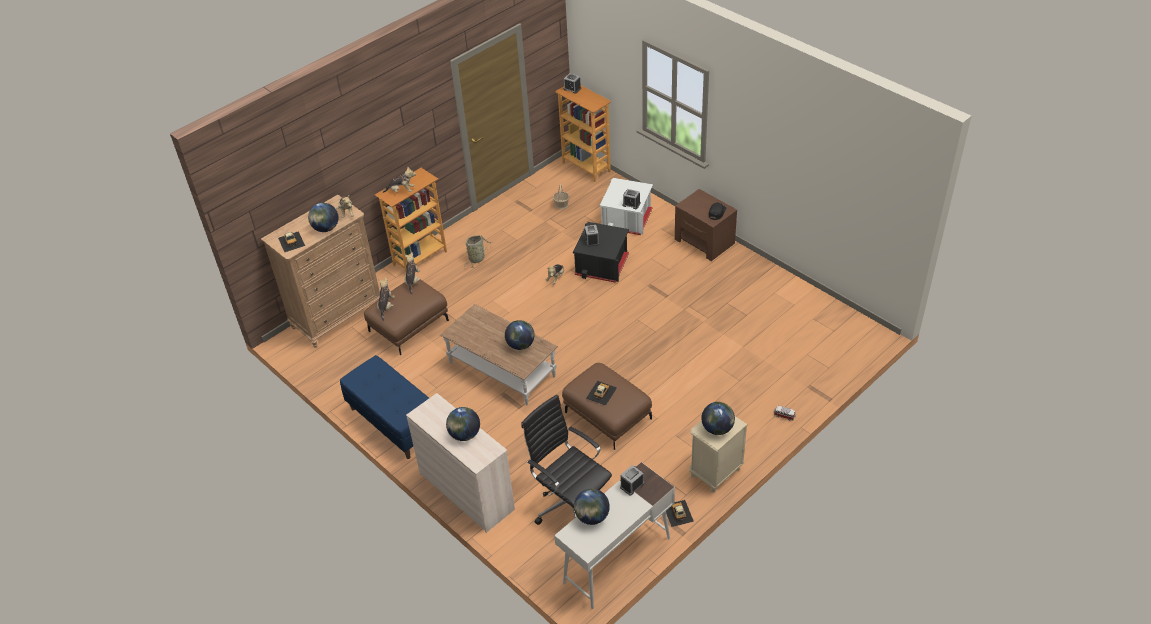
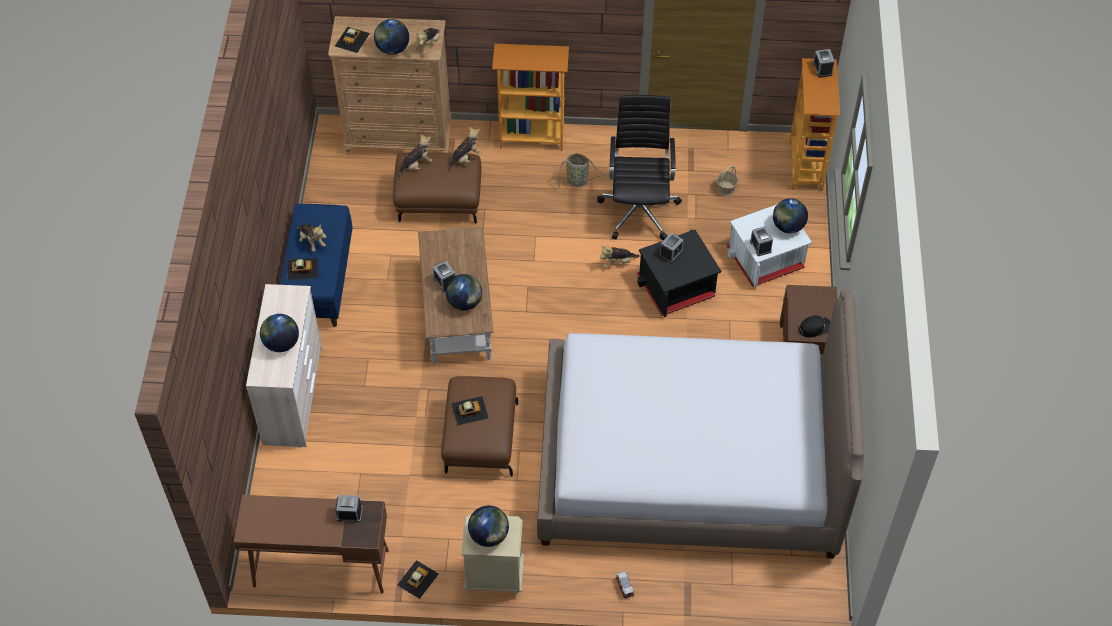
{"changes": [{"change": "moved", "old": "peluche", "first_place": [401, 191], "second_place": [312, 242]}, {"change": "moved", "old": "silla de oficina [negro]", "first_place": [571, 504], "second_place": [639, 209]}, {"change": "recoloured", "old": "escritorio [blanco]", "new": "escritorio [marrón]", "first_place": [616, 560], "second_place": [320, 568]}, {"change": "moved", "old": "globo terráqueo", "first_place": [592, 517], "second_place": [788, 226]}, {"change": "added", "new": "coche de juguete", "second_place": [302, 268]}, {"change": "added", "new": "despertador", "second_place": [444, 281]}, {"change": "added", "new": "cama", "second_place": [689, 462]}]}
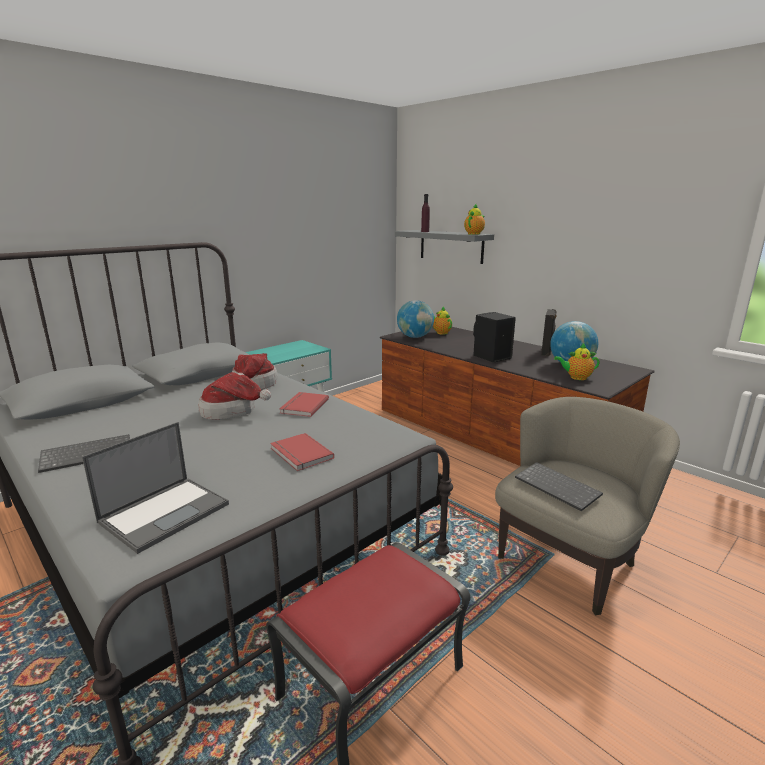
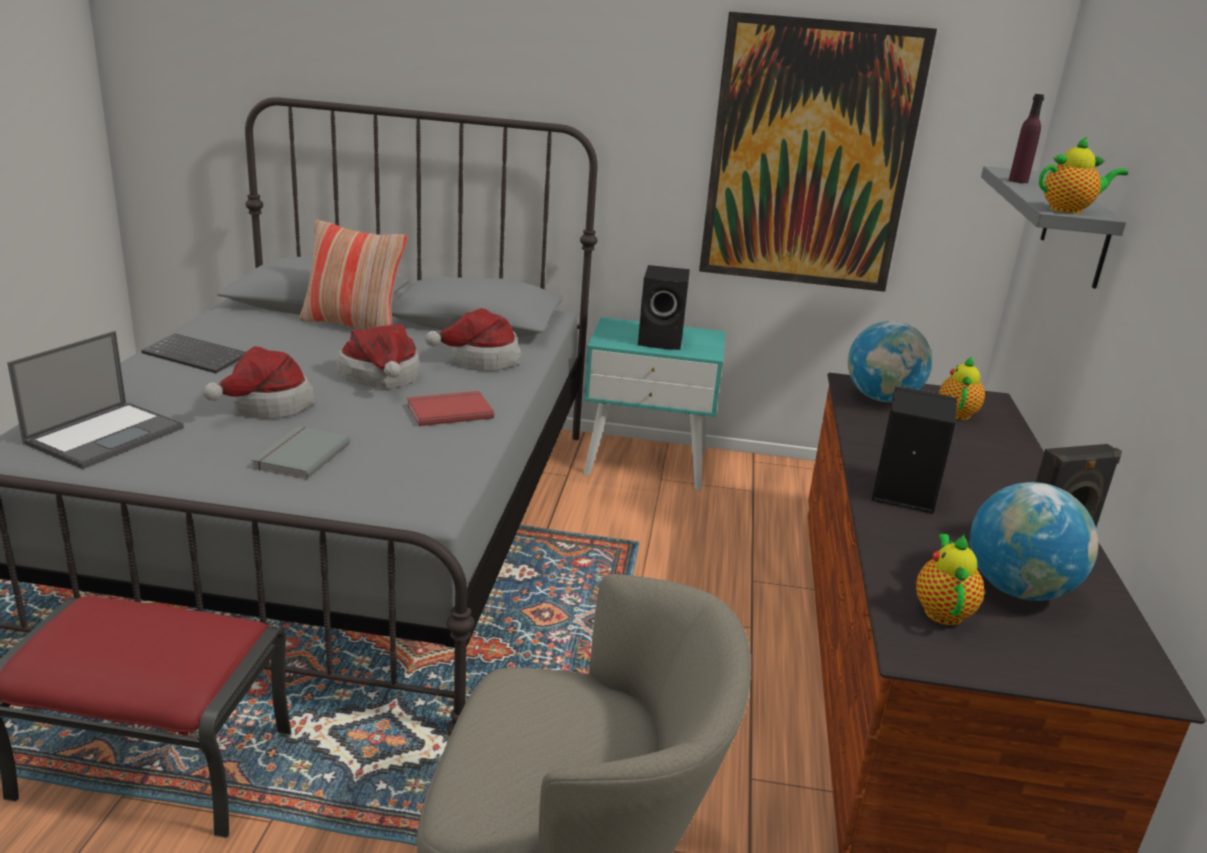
{"changes": [{"change": "turned", "old": "portátil", "first_place": [165, 512], "second_place": [106, 435], "degrees": -60}, {"change": "recoloured", "old": "libro [rojo]", "new": "libro [gris]", "first_place": [300, 454], "second_place": [299, 455]}, {"change": "removed", "old": "teclado", "first_place": [558, 487]}, {"change": "turned", "old": "tetera", "first_place": [576, 377], "second_place": [942, 610], "degrees": 45}, {"change": "added", "new": "sombrero", "second_place": [266, 405]}, {"change": "added", "new": "cojín", "second_place": [353, 325]}, {"change": "added", "new": "altavoz [negro]", "second_place": [662, 340]}, {"change": "added", "new": "cuadro", "second_place": [810, 156]}]}
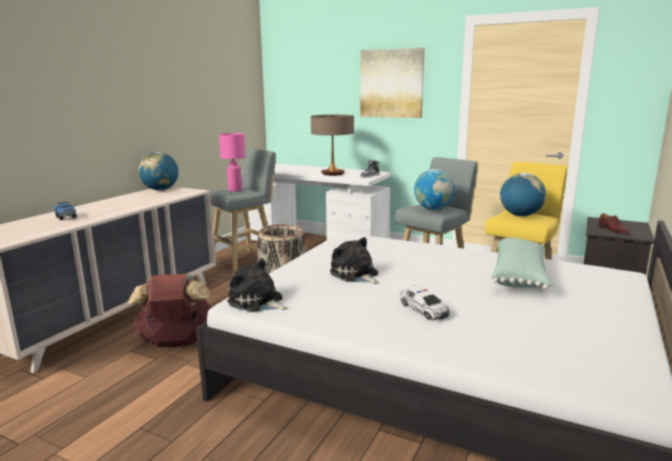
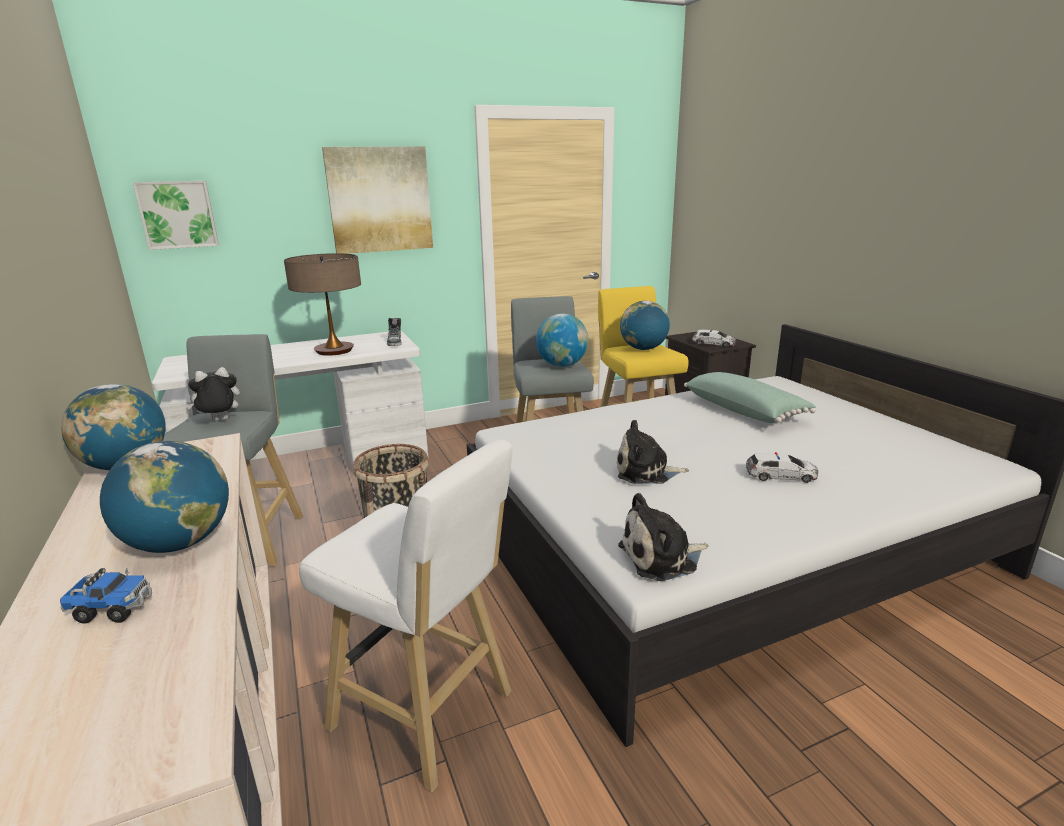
{"changes": [{"change": "replaced", "old": "mochila [marrón]", "new": "taburete [blanco]", "first_place": [177, 343], "second_place": [427, 714]}, {"change": "replaced", "old": "lámpara de mesa [rosa]", "new": "peluche", "first_place": [234, 190], "second_place": [219, 421]}, {"change": "replaced", "old": "zapato [marrón]", "new": "coche de juguete", "first_place": [612, 230], "second_place": [713, 344]}, {"change": "added", "new": "globo terráqueo", "second_place": [179, 543]}, {"change": "added", "new": "cuadro", "second_place": [178, 214]}]}
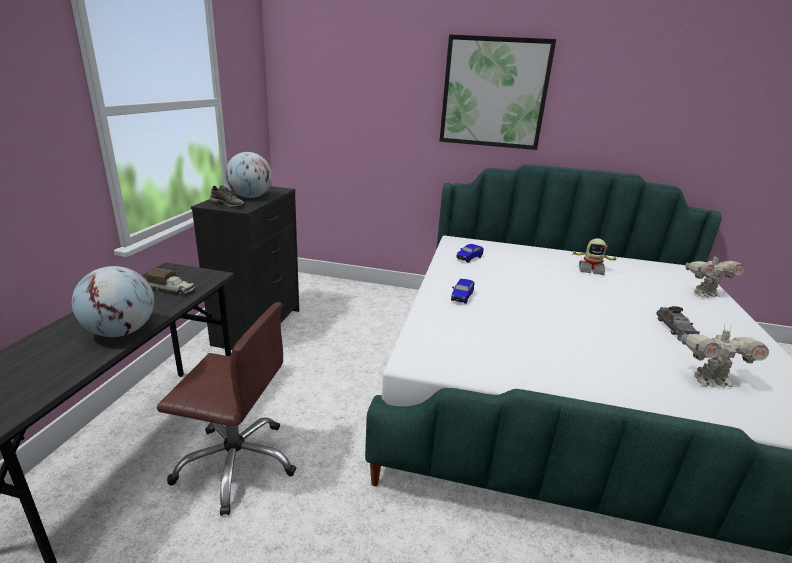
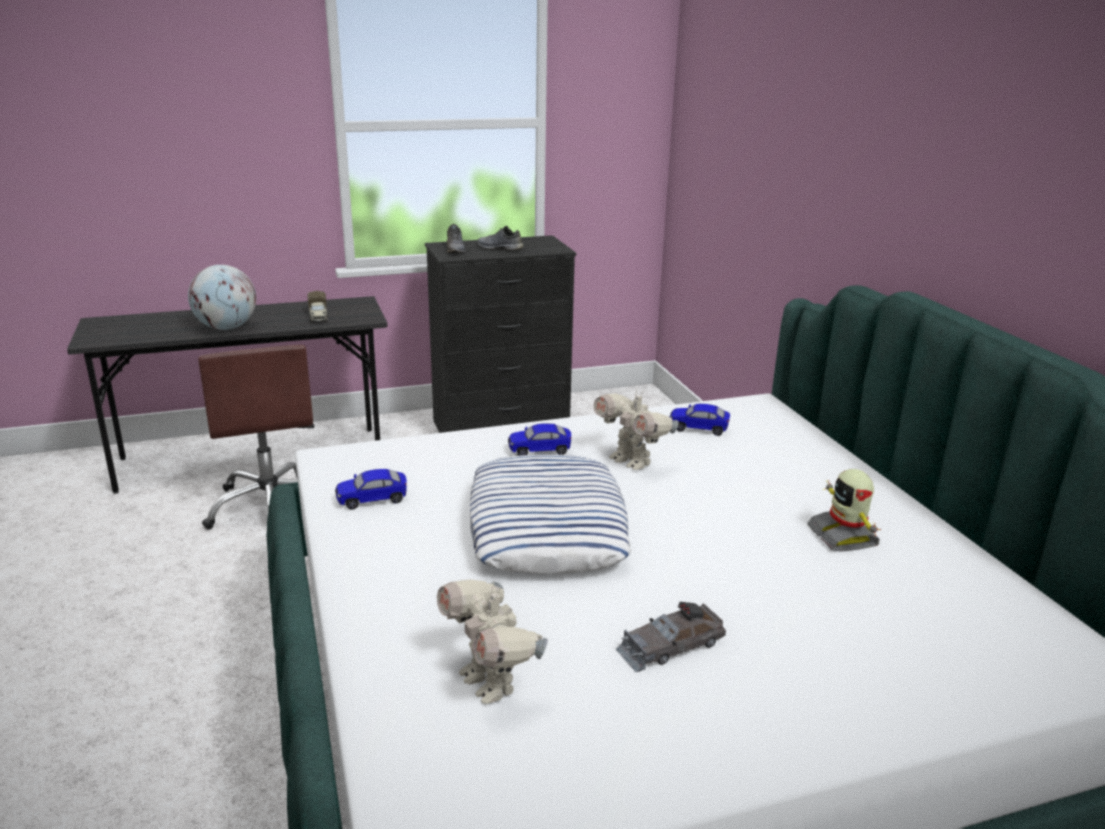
{"changes": [{"change": "replaced", "old": "globo terráqueo", "new": "zapato [gris]", "first_place": [250, 197], "second_place": [499, 248]}, {"change": "removed", "old": "cuadro", "first_place": [494, 93]}, {"change": "moved", "old": "robot de juguete", "first_place": [704, 294], "second_place": [632, 461]}, {"change": "added", "new": "coche de juguete", "second_place": [372, 500]}, {"change": "added", "new": "cojín", "second_place": [547, 526]}]}
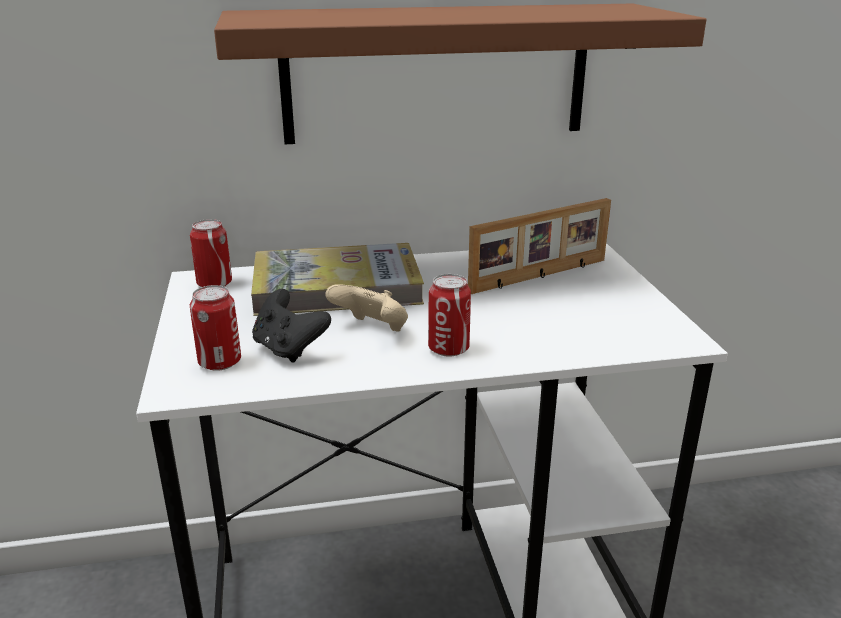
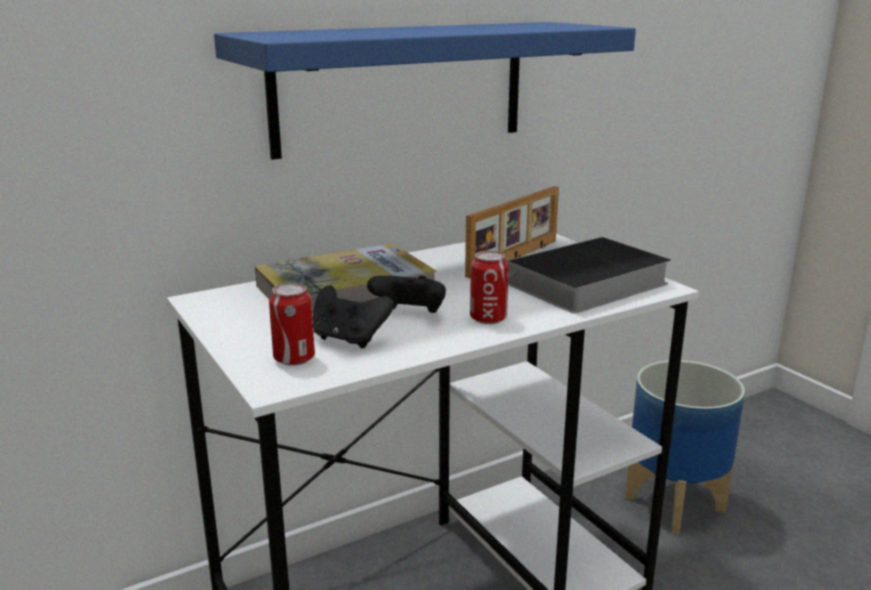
{"changes": [{"change": "removed", "old": "lata", "first_place": [214, 284]}, {"change": "recoloured", "old": "estante [marrón]", "new": "estante [azul]", "first_place": [436, 73], "second_place": [401, 87]}, {"change": "recoloured", "old": "mando de consola [beis]", "new": "mando de consola [negro]", "first_place": [372, 330], "second_place": [410, 315]}, {"change": "added", "new": "libro", "second_place": [584, 285]}, {"change": "added", "new": "maceta", "second_place": [675, 503]}]}
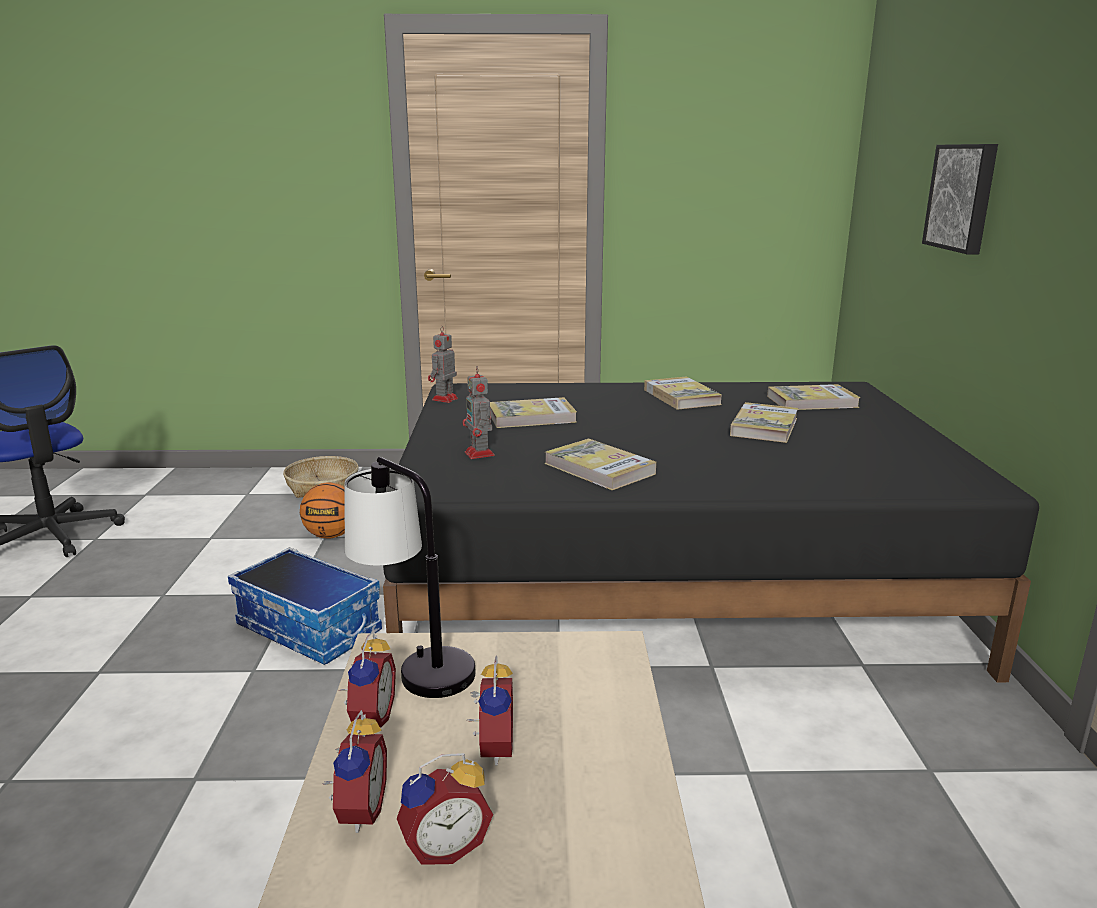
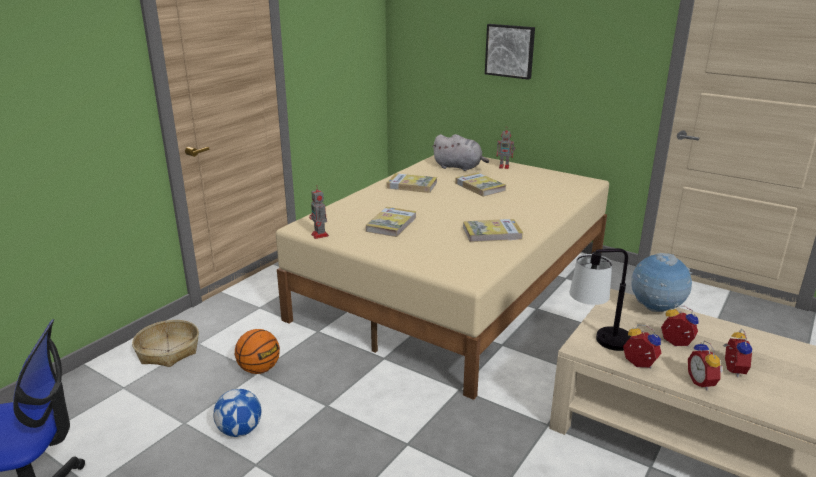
{"changes": [{"change": "removed", "old": "caja de almacenaje", "first_place": [310, 628]}, {"change": "turned", "old": "despertador", "first_place": [357, 811], "second_place": [702, 382], "degrees": -135}, {"change": "recoloured", "old": "cama [negro]", "new": "cama [beis]", "first_place": [668, 581], "second_place": [455, 287]}, {"change": "moved", "old": "robot de juguete", "first_place": [480, 454], "second_place": [504, 166]}, {"change": "replaced", "old": "libro", "new": "peluche [gris]", "first_place": [812, 401], "second_place": [459, 167]}, {"change": "added", "new": "balón de fútbol", "second_place": [240, 430]}, {"change": "added", "new": "globo terráqueo", "second_place": [655, 309]}]}
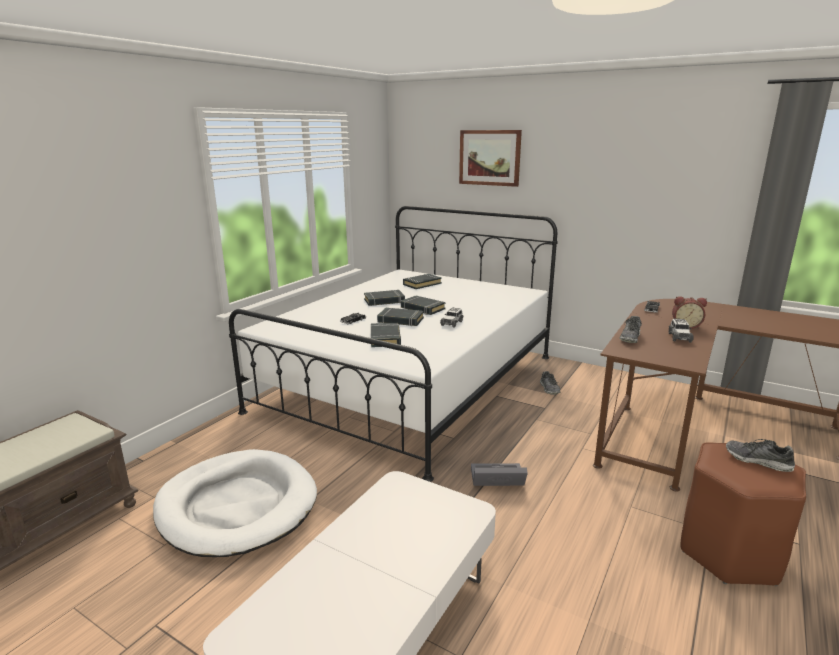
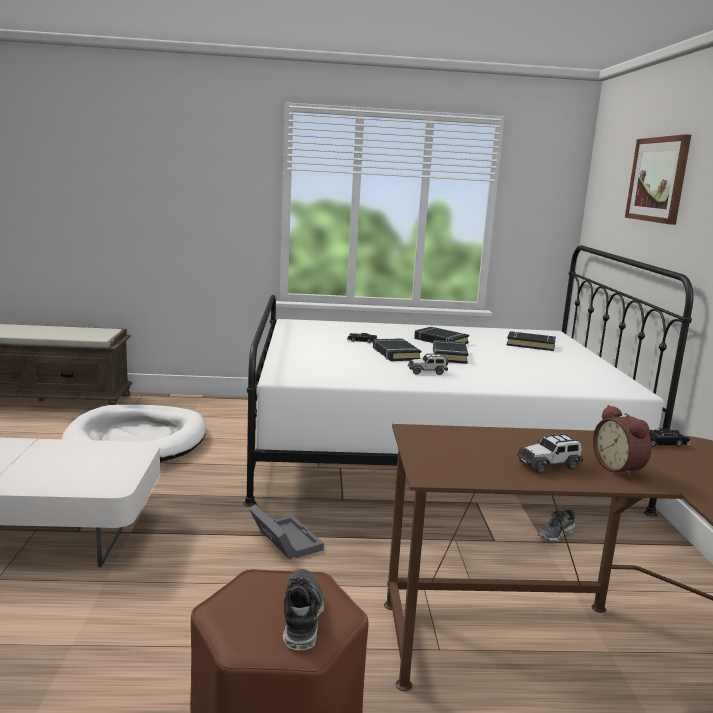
{"changes": [{"change": "removed", "old": "libro [negro]", "first_place": [385, 338]}, {"change": "removed", "old": "zapato", "first_place": [630, 337]}]}
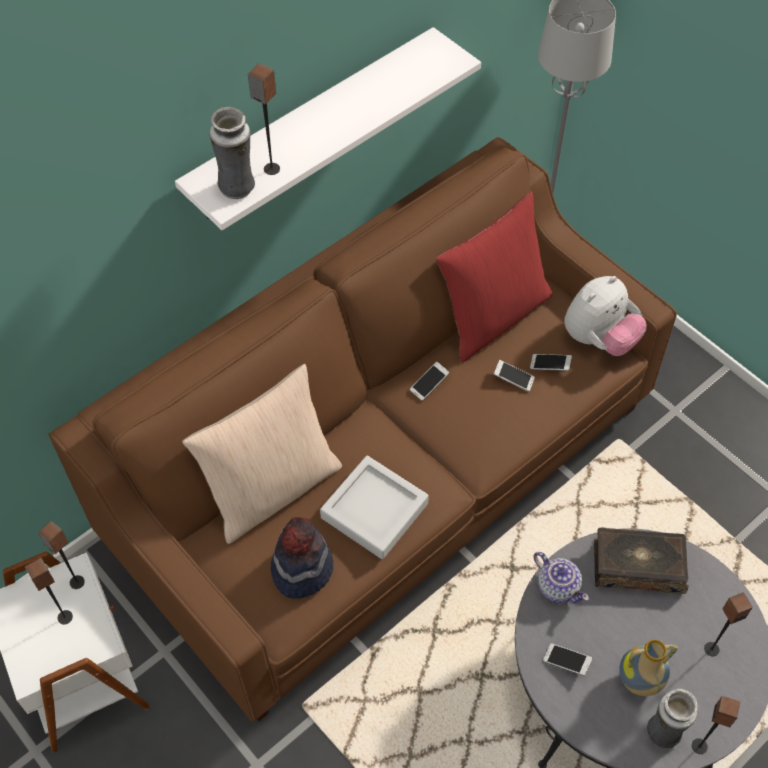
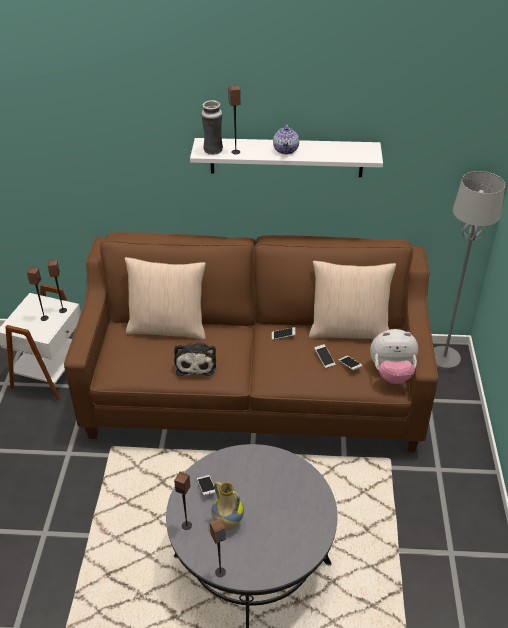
{"changes": [{"change": "removed", "old": "sombrero", "first_place": [301, 569]}, {"change": "replaced", "old": "bandeja [gris]", "new": "peluche", "first_place": [374, 511], "second_place": [196, 363]}, {"change": "recoloured", "old": "cojín [rojo]", "new": "cojín [beis]", "first_place": [492, 316], "second_place": [349, 330]}, {"change": "moved", "old": "tetera", "first_place": [557, 586], "second_place": [286, 150]}, {"change": "removed", "old": "libro", "first_place": [638, 565]}, {"change": "removed", "old": "florero", "first_place": [662, 733]}, {"change": "moved", "old": "altavoz", "first_place": [711, 648], "second_place": [187, 525]}]}
